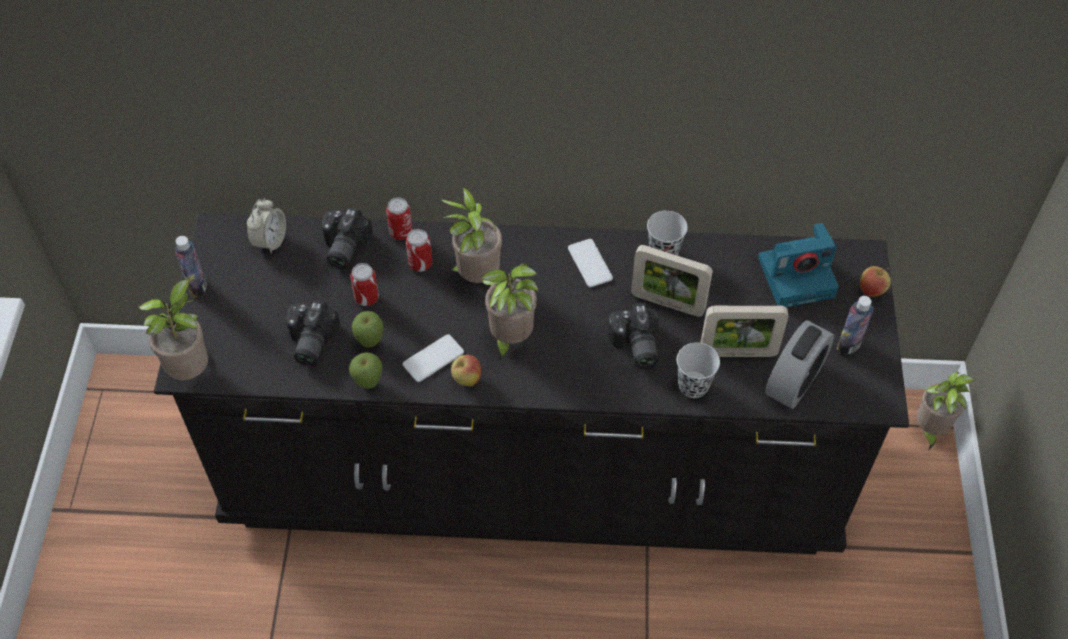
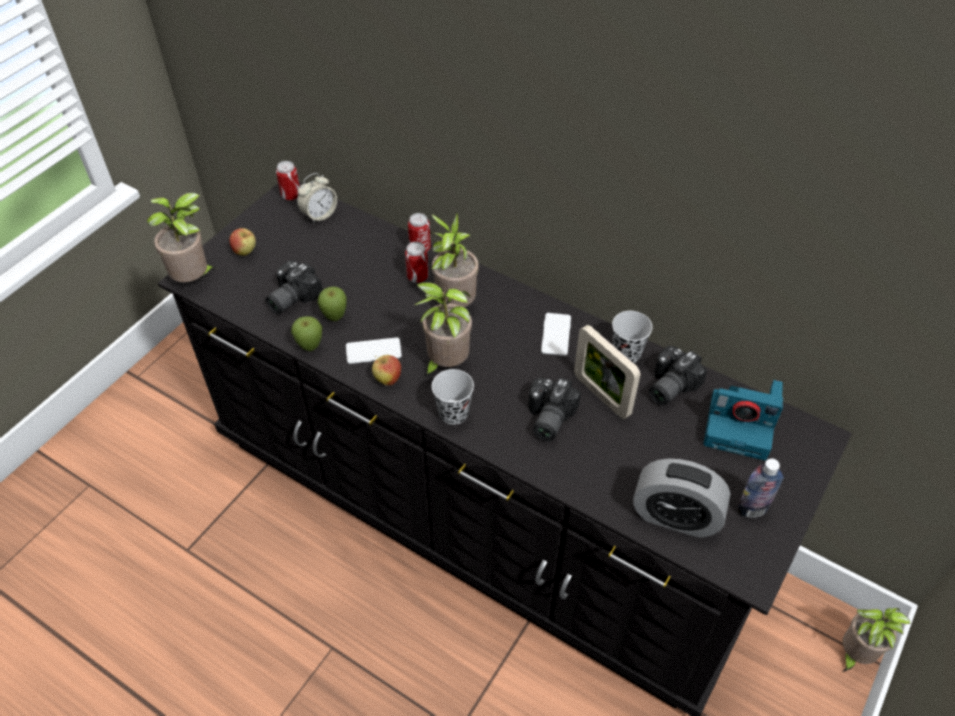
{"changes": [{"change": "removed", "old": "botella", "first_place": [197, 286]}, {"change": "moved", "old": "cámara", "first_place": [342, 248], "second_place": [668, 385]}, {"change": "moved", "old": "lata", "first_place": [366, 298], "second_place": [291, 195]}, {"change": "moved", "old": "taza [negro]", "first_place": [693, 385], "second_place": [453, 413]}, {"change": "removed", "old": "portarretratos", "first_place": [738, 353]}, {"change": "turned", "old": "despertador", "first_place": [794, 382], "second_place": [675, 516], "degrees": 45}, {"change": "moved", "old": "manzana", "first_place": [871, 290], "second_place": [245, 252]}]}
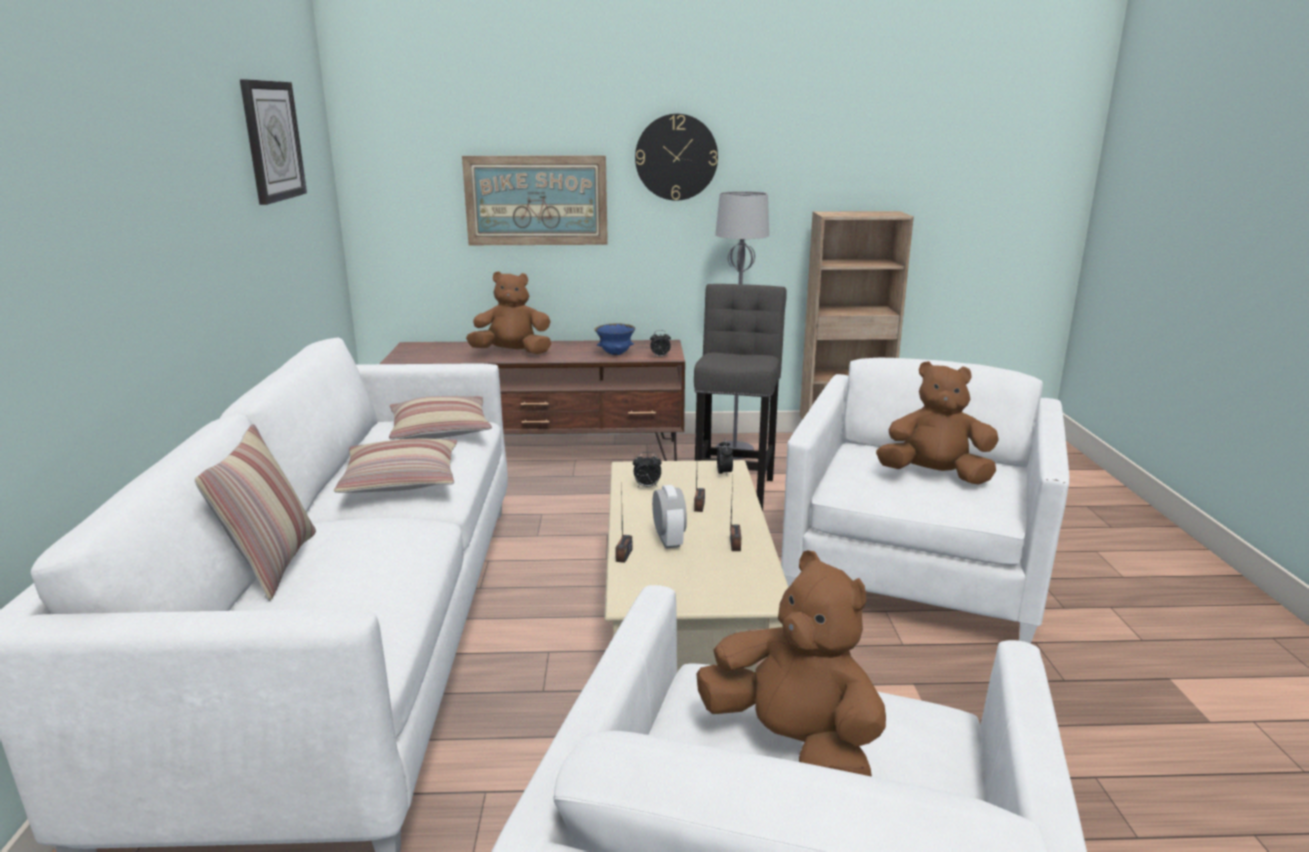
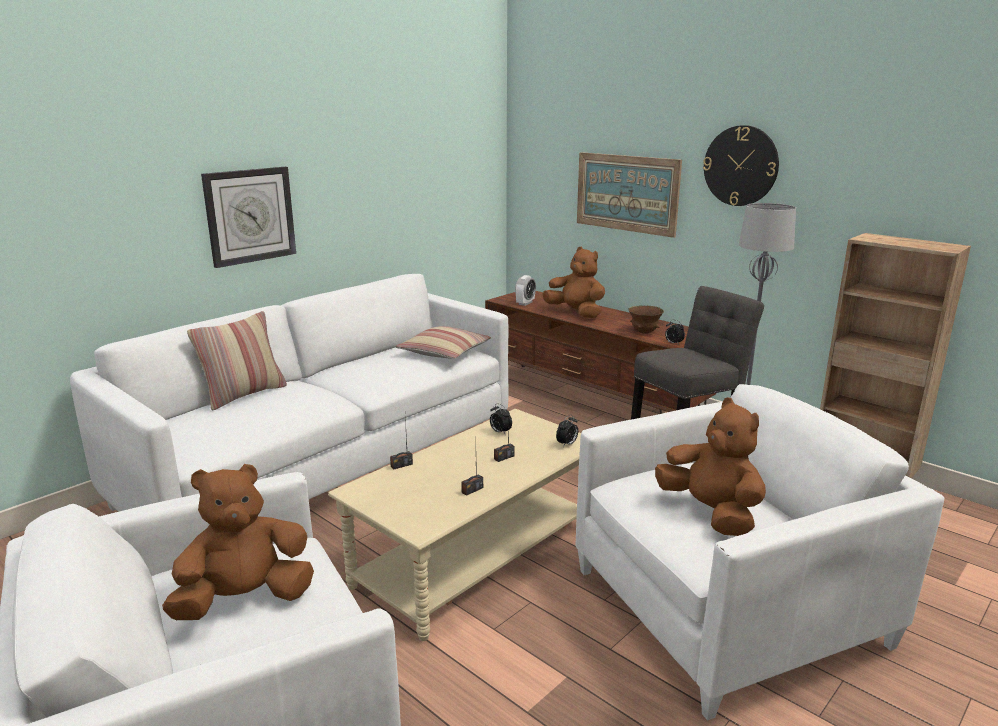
{"changes": [{"change": "moved", "old": "reloj de pared", "first_place": [272, 141], "second_place": [250, 215]}, {"change": "removed", "old": "cojín", "first_place": [401, 480]}, {"change": "recoloured", "old": "cuenco [azul]", "new": "cuenco [marrón]", "first_place": [615, 354], "second_place": [644, 332]}, {"change": "moved", "old": "despertador", "first_place": [668, 540], "second_place": [525, 303]}, {"change": "turned", "old": "peluche [marrón]", "first_place": [793, 745], "second_place": [245, 600], "degrees": -120}]}
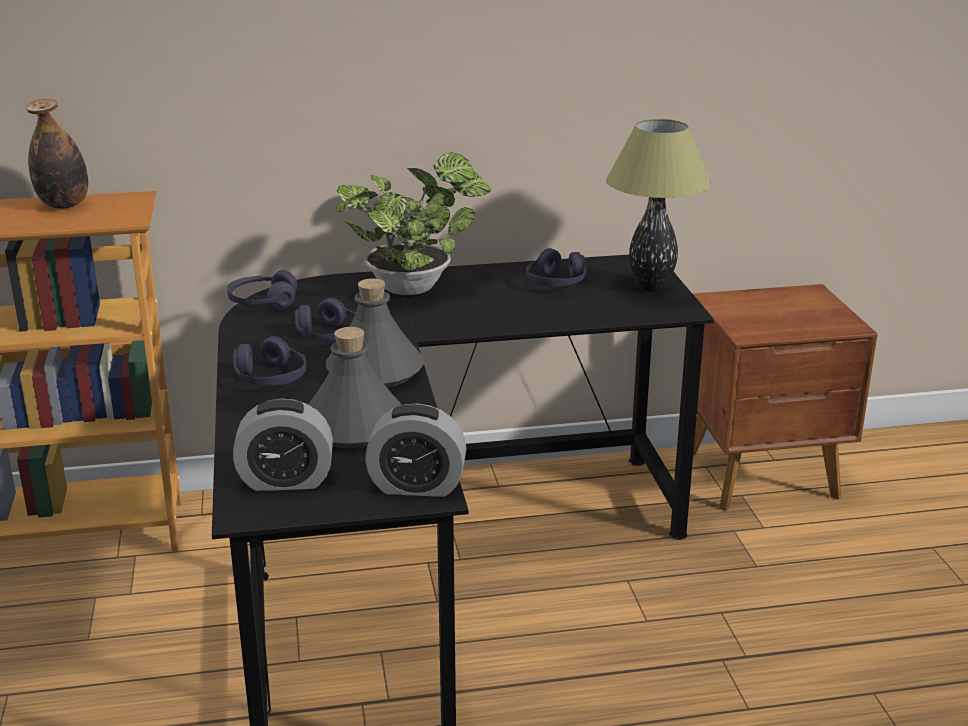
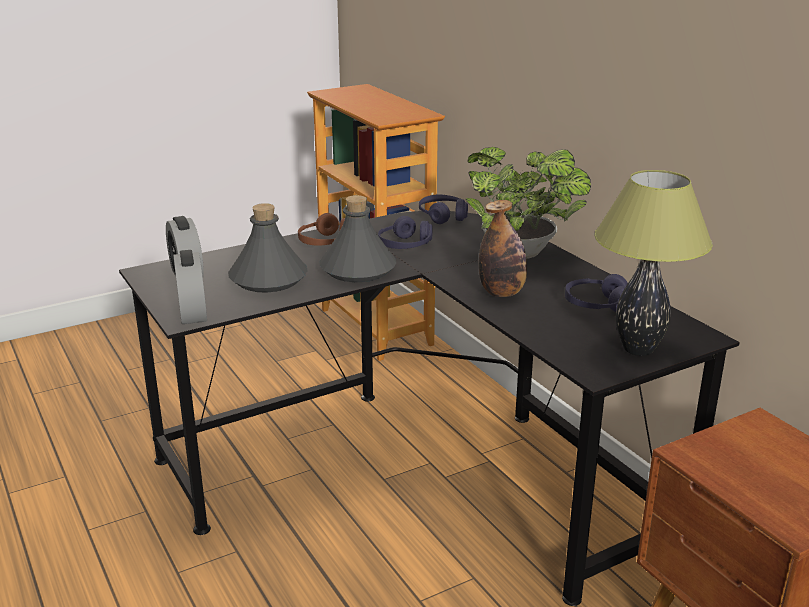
{"changes": [{"change": "moved", "old": "botella", "first_place": [64, 205], "second_place": [502, 293]}, {"change": "recoloured", "old": "auriculares [morado]", "new": "auriculares [marrón]", "first_place": [270, 378], "second_place": [325, 242]}]}
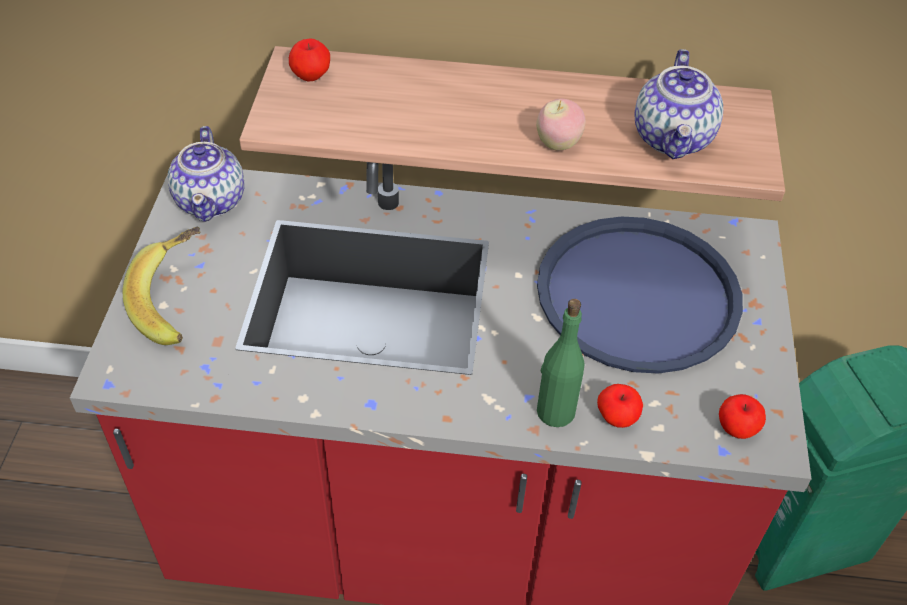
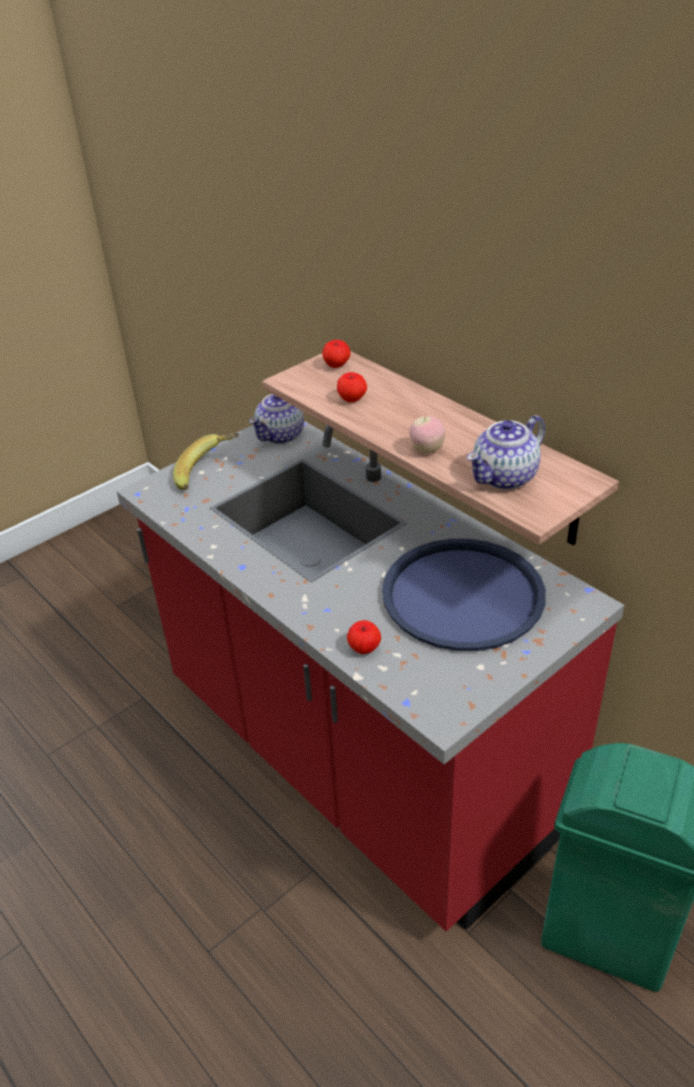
{"changes": [{"change": "removed", "old": "botella [verde]", "first_place": [555, 411]}, {"change": "moved", "old": "manzana", "first_place": [737, 428], "second_place": [352, 399]}]}
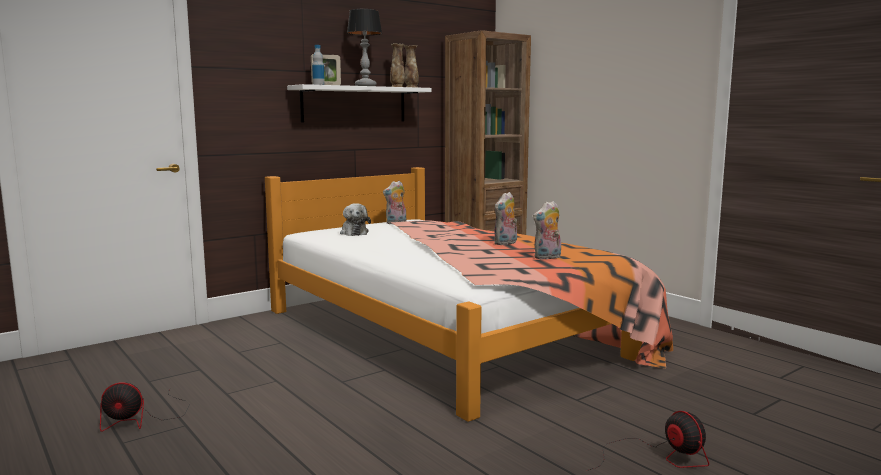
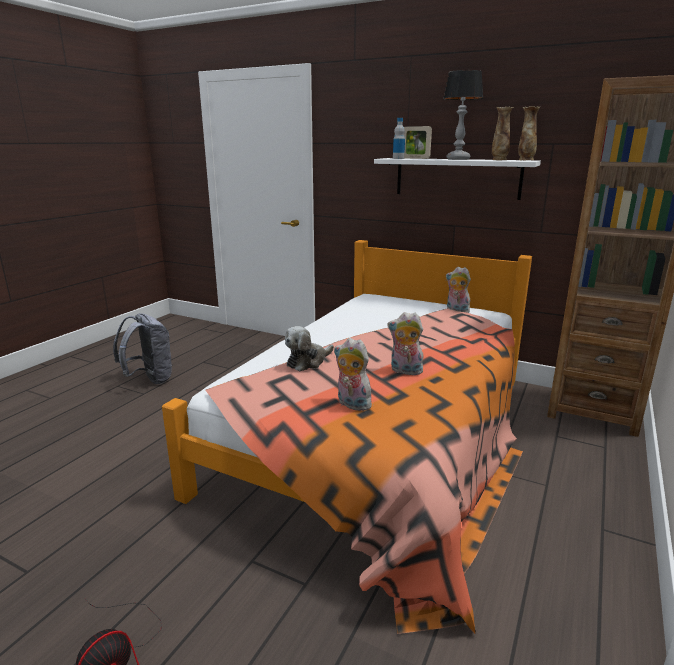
{"changes": [{"change": "replaced", "old": "ventilador", "new": "mochila [gris]", "first_place": [143, 418], "second_place": [149, 379]}, {"change": "moved", "old": "peluche", "first_place": [354, 233], "second_place": [308, 362]}]}
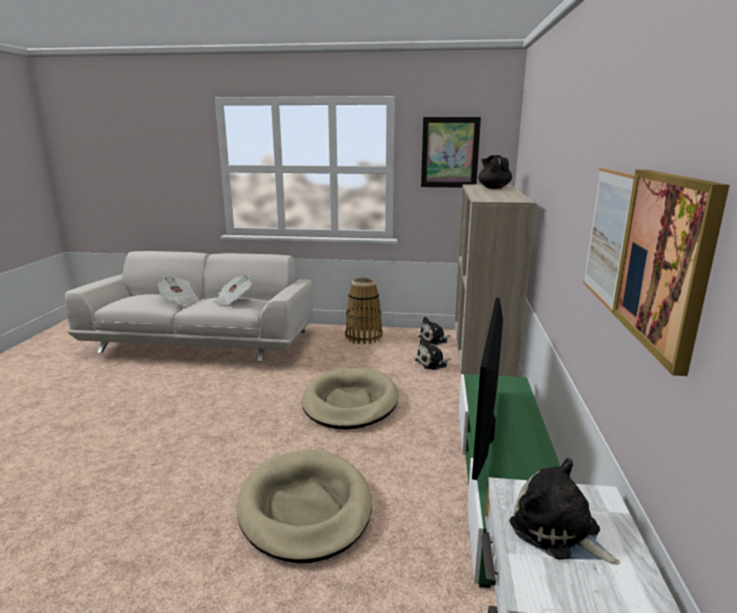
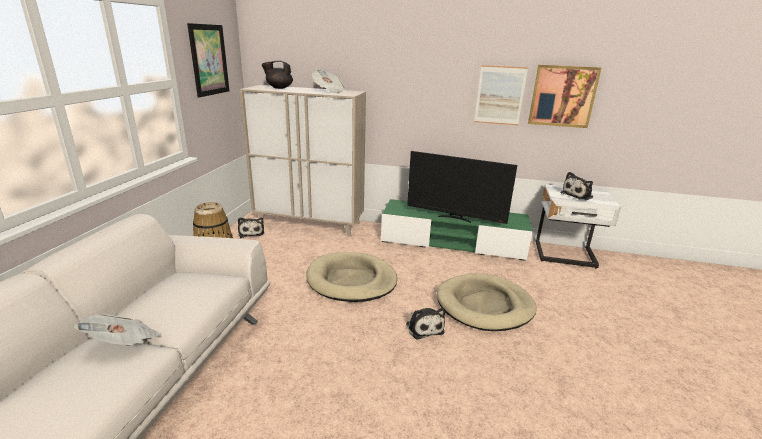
{"changes": [{"change": "moved", "old": "periódico", "first_place": [232, 300], "second_place": [329, 91]}, {"change": "moved", "old": "peluche", "first_place": [432, 363], "second_place": [424, 327]}]}
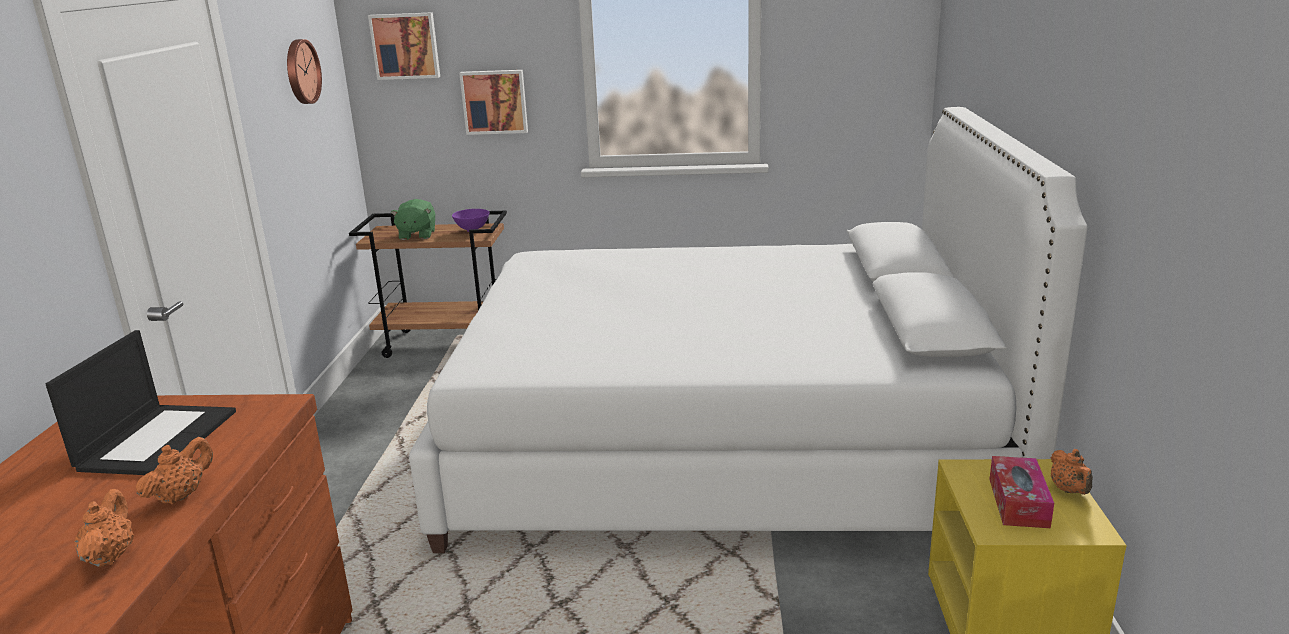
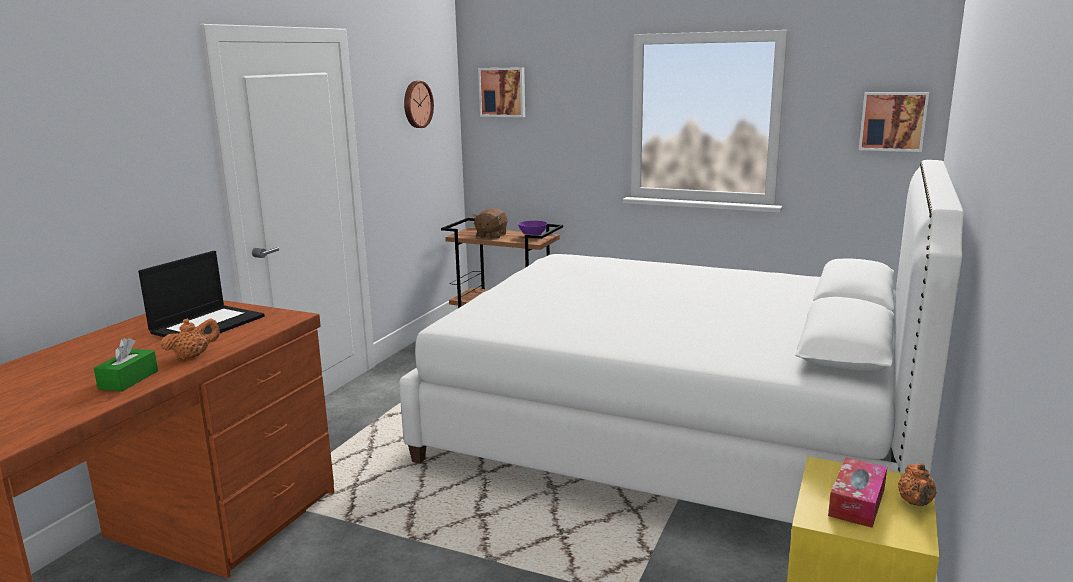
{"changes": [{"change": "replaced", "old": "tetera [naranja]", "new": "caja de pañuelos [verde]", "first_place": [111, 556], "second_place": [128, 380]}, {"change": "recoloured", "old": "peluche [verde]", "new": "peluche [marrón]", "first_place": [417, 235], "second_place": [491, 236]}, {"change": "moved", "old": "cuadro", "first_place": [495, 101], "second_place": [893, 121]}]}
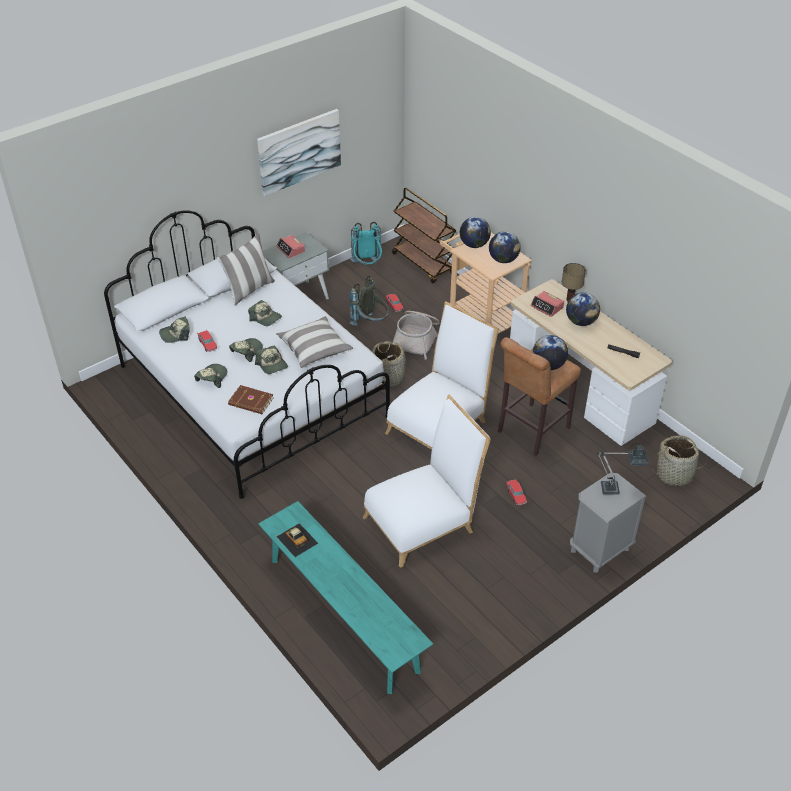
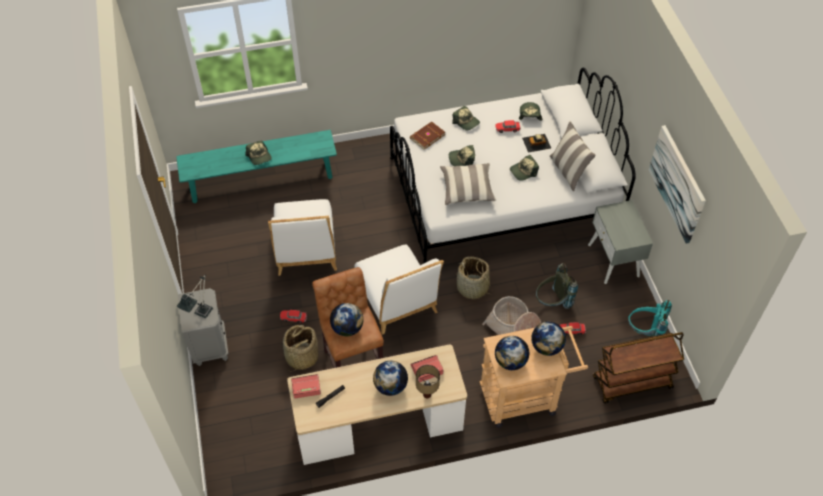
{"changes": [{"change": "moved", "old": "gorra", "first_place": [246, 351], "second_place": [259, 156]}, {"change": "moved", "old": "despertador", "first_place": [291, 249], "second_place": [306, 387]}, {"change": "moved", "old": "coche de juguete", "first_place": [297, 539], "second_place": [536, 143]}, {"change": "moved", "old": "cesta", "first_place": [674, 474], "second_place": [301, 357]}]}
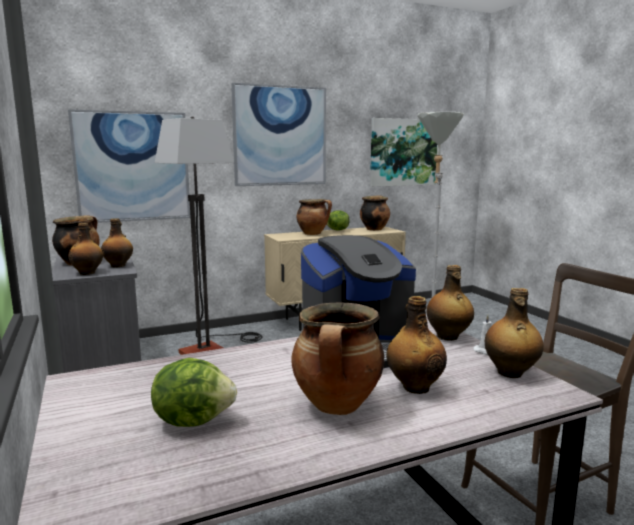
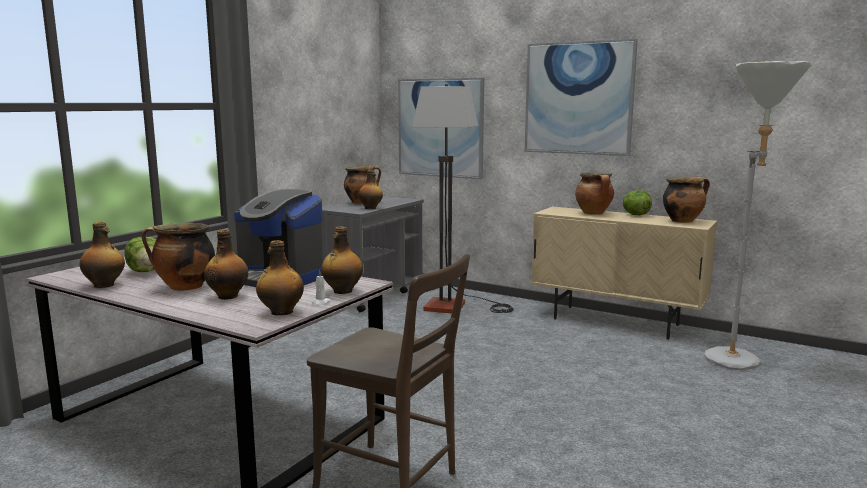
{"changes": [{"change": "moved", "old": "botella", "first_place": [88, 273], "second_place": [105, 285]}, {"change": "removed", "old": "cuadro", "first_place": [403, 152]}]}
